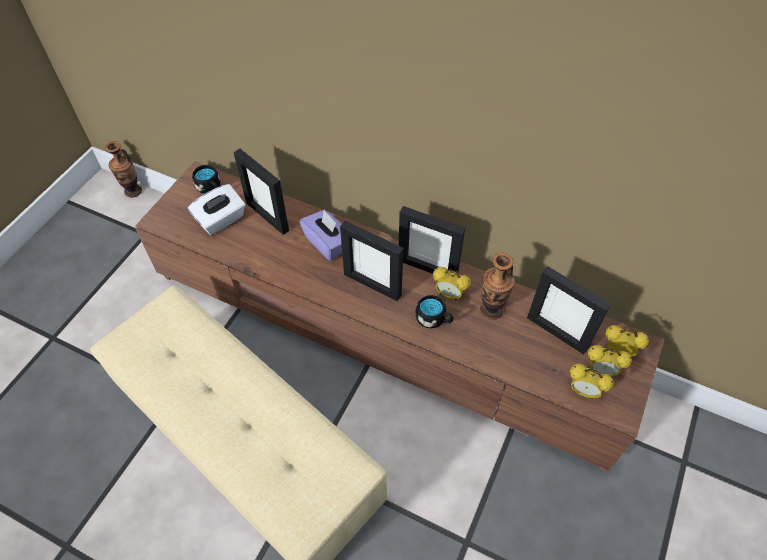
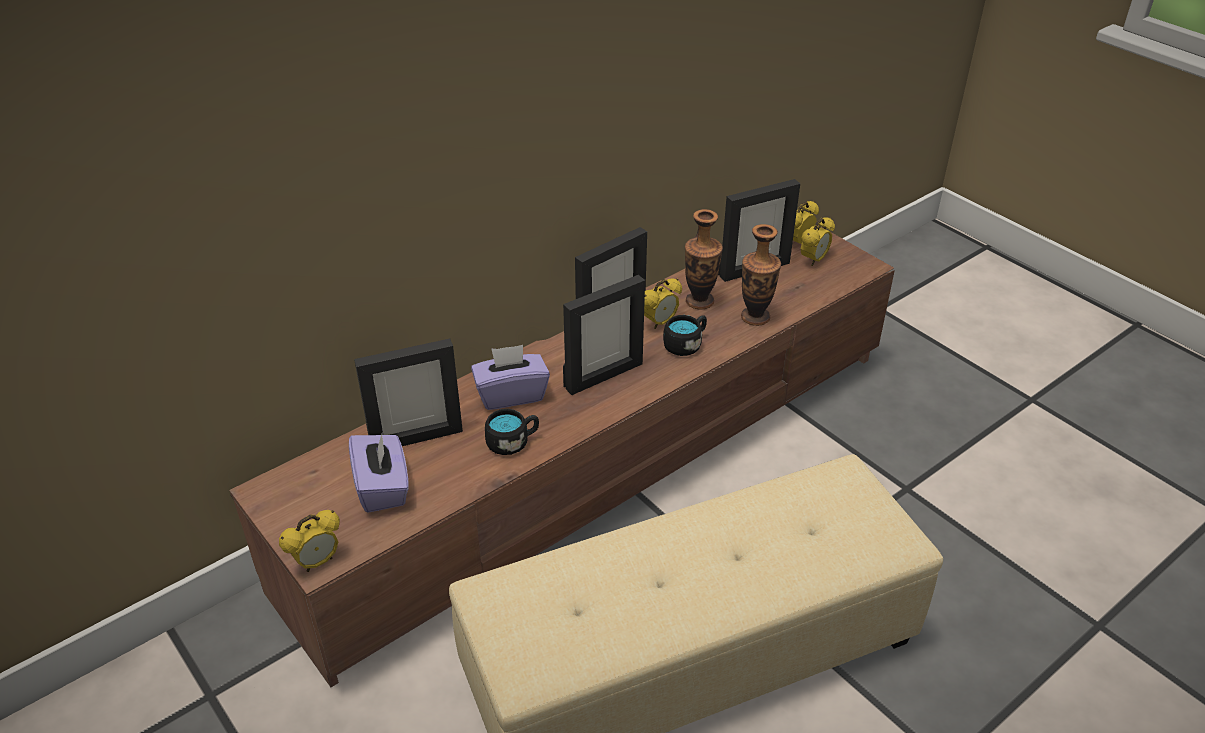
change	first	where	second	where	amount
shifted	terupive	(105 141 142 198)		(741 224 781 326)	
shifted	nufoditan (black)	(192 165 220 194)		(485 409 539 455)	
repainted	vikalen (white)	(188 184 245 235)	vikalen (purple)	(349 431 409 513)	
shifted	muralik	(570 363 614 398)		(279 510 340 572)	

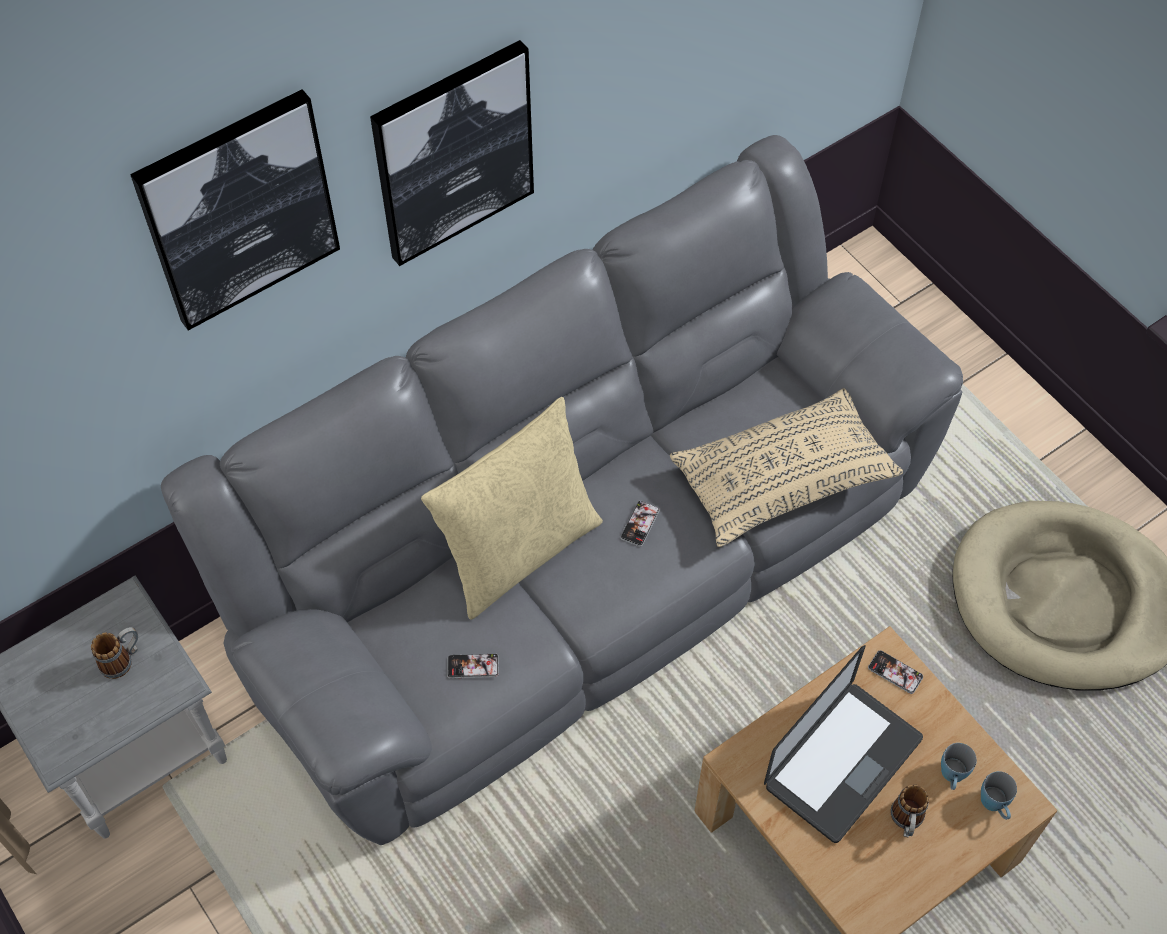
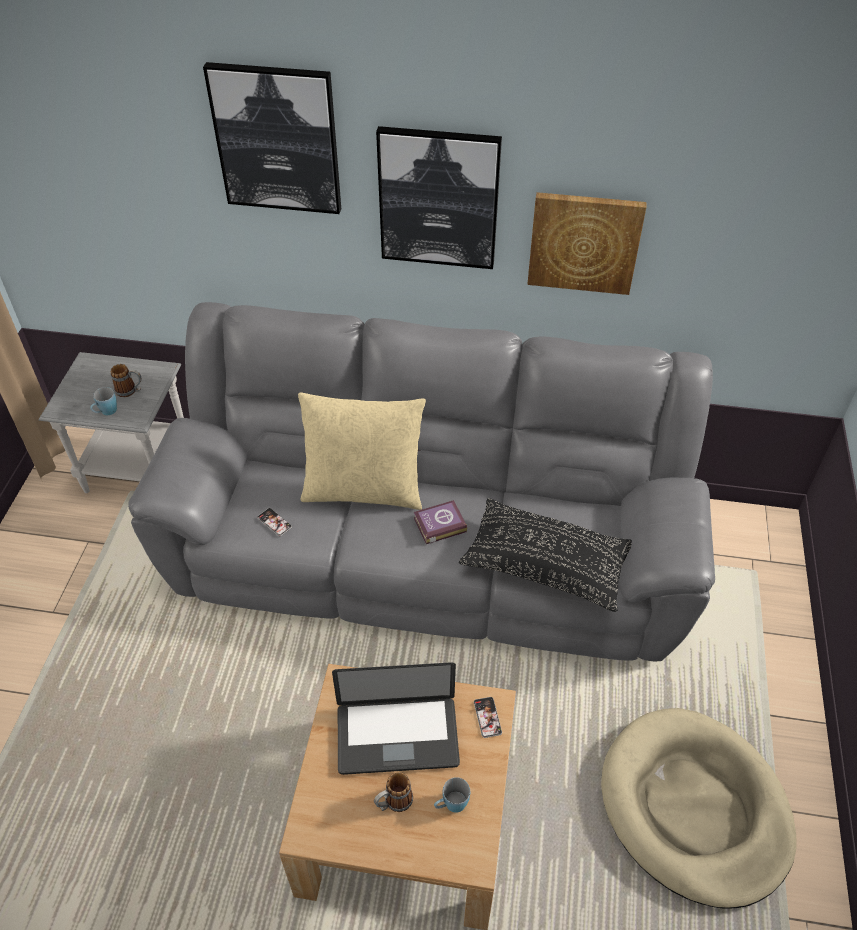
change	first	where	second	where	amount
repainted	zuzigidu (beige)	(670 388 903 547)	zuzigidu (black)	(459 498 632 612)	
swapped	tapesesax	(620 501 660 547)	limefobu	(414 500 467 544)	
shifted	nufoditan (blue)	(981 771 1017 820)		(90 387 117 415)	
new			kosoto	(527 192 647 295)	

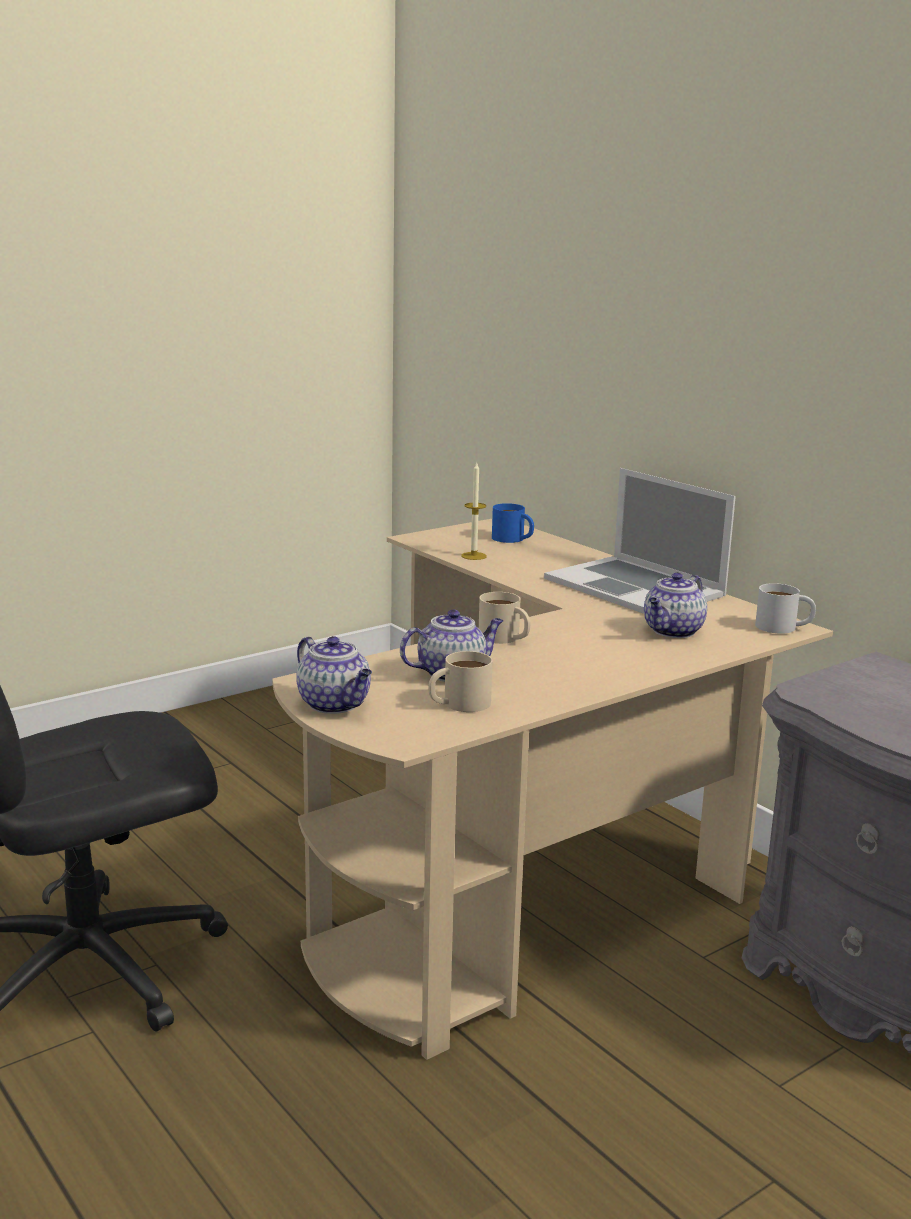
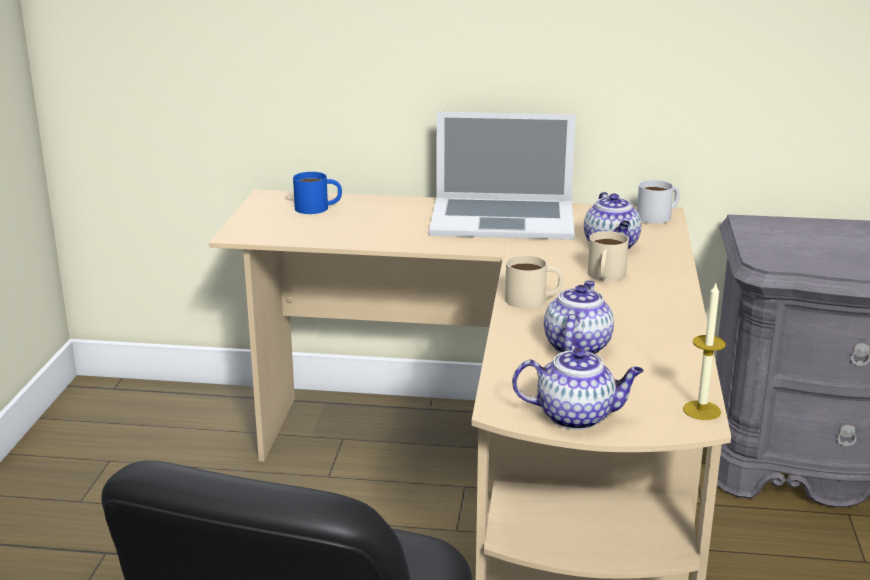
change	first	where	second	where	amount
shifted	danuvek	(461 463 487 560)		(683 284 726 420)	
shifted	nufoditan (beige)	(428 651 493 712)		(588 231 629 281)	

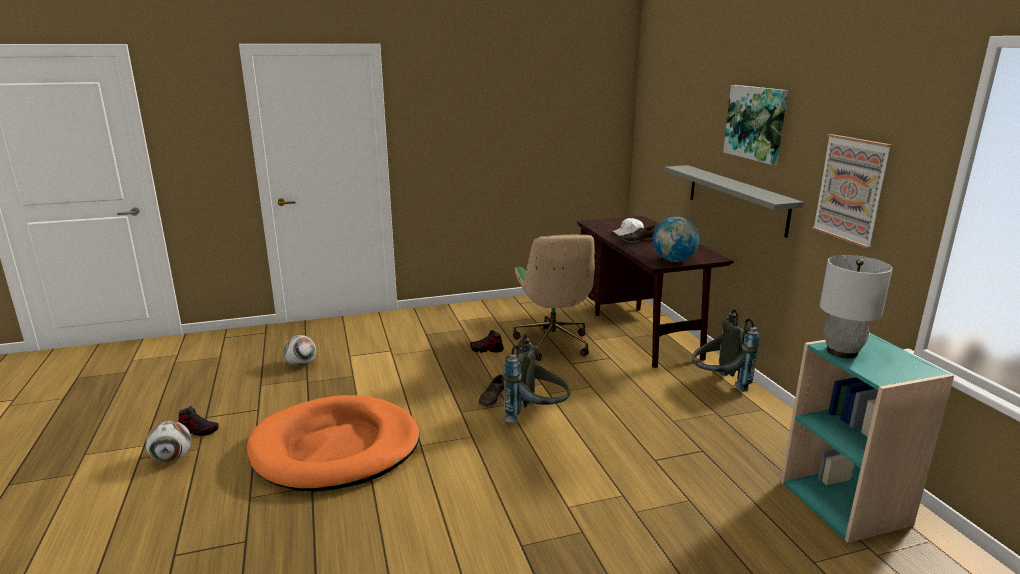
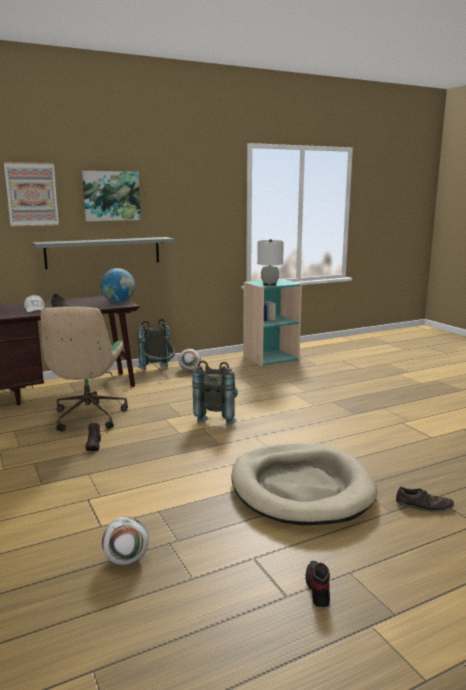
change	first	where	second	where	amount
shifted	kosoto	(812 134 892 249)		(4 162 59 227)	
rotated	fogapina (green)	(513 235 595 361)		(41 307 128 432)	105 degrees clockwise
shifted	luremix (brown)	(479 375 504 407)		(396 487 454 512)	
repainted	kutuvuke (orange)	(247 395 419 491)	kutuvuke (beige)	(231 443 378 525)	
shifted	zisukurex	(146 421 191 463)		(178 349 201 371)	

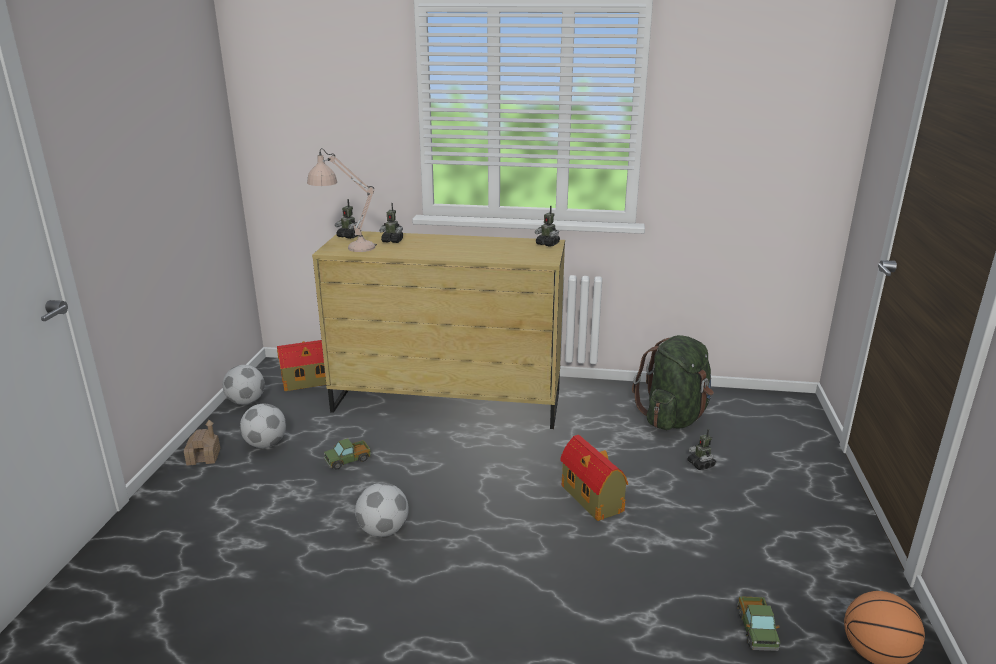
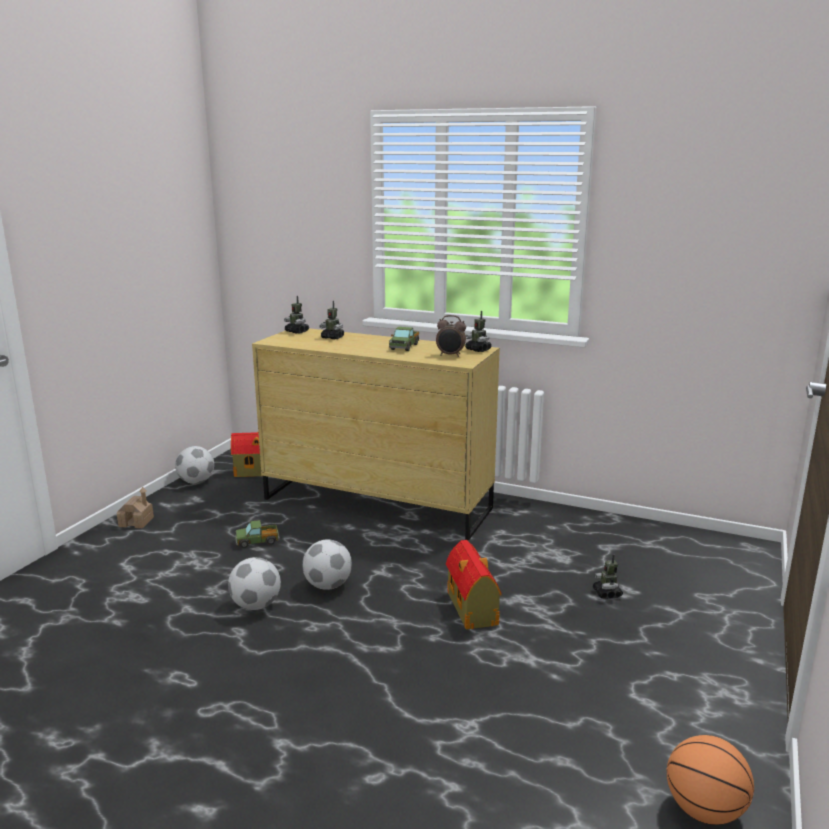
change	first	where	second	where	amount
gone	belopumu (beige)	(307 148 377 252)			
gone	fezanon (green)	(632 335 714 430)			
shifted	zisukurex	(240 404 286 448)		(302 539 352 590)	
shifted	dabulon	(737 596 780 651)		(389 327 419 351)	
new			muralik	(436 315 466 357)	

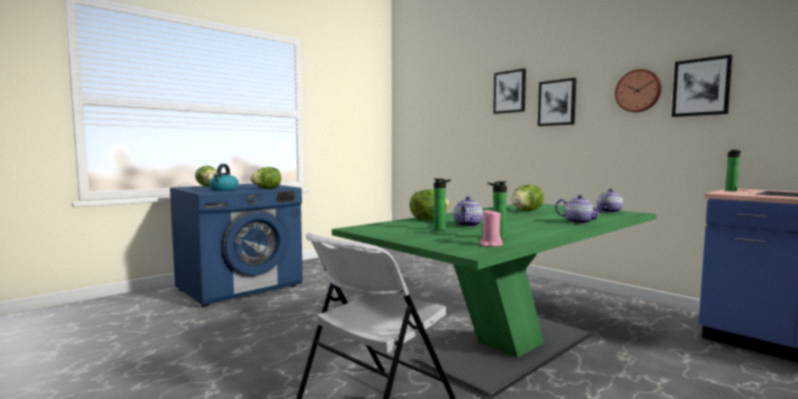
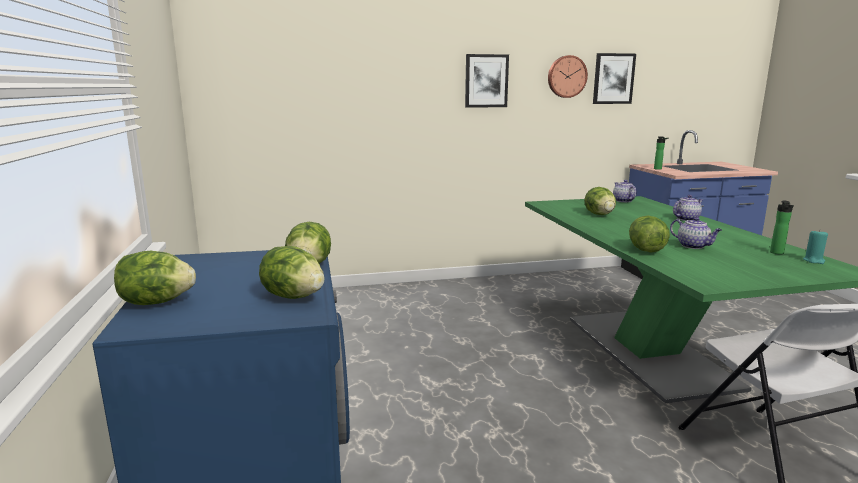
change	first	where	second	where	amount
gone	kosoto	(493 68 526 114)			
swapped	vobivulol	(209 164 239 191)	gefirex	(259 246 324 299)	
gone	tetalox	(433 178 451 230)			
repainted	danuvek (pink)	(479 208 503 247)	danuvek (turquoise)	(803 230 828 264)	

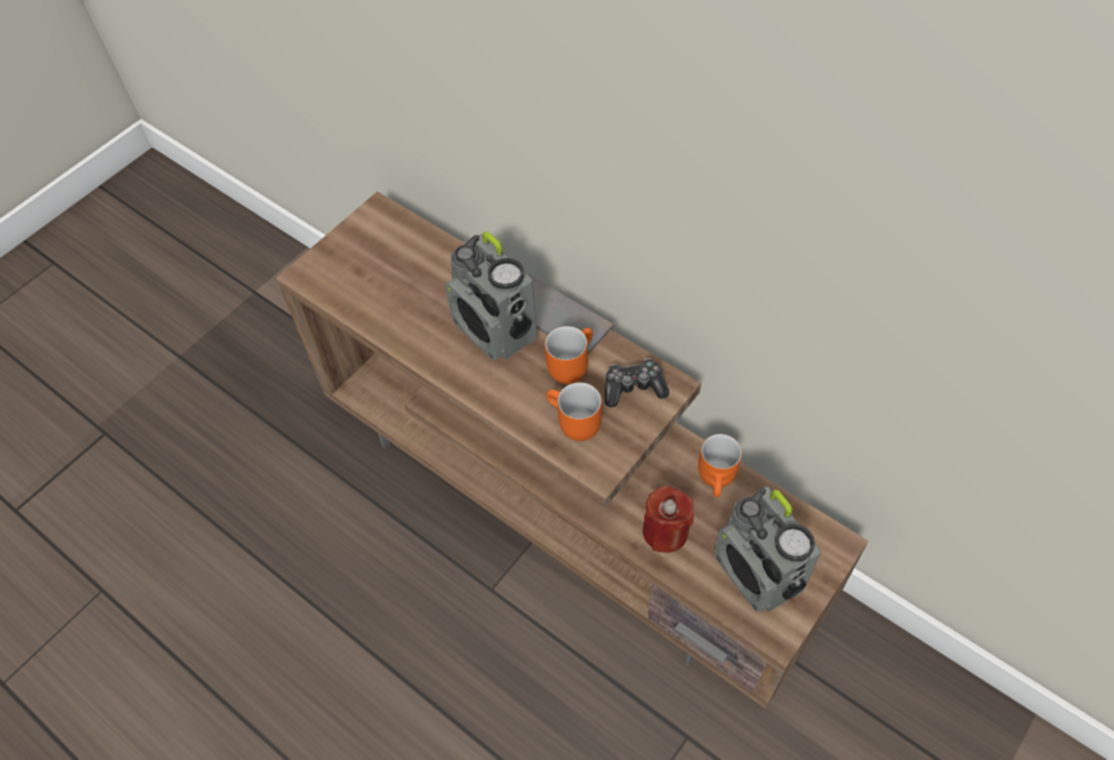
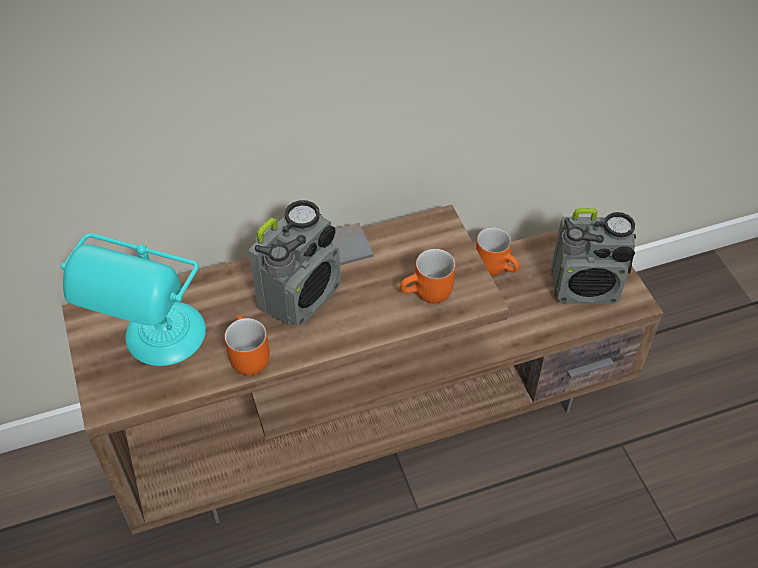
change	first	where	second	where	amount
rotated	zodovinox	(445 232 537 360)		(249 200 341 326)	45 degrees counterclockwise
shifted	nufoditan (orange)	(545 326 593 384)		(224 316 270 375)	
gone	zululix	(605 358 669 407)			
gone	danuvek (red)	(643 486 694 553)			
new			belopumu (turquoise)	(61 233 206 366)	

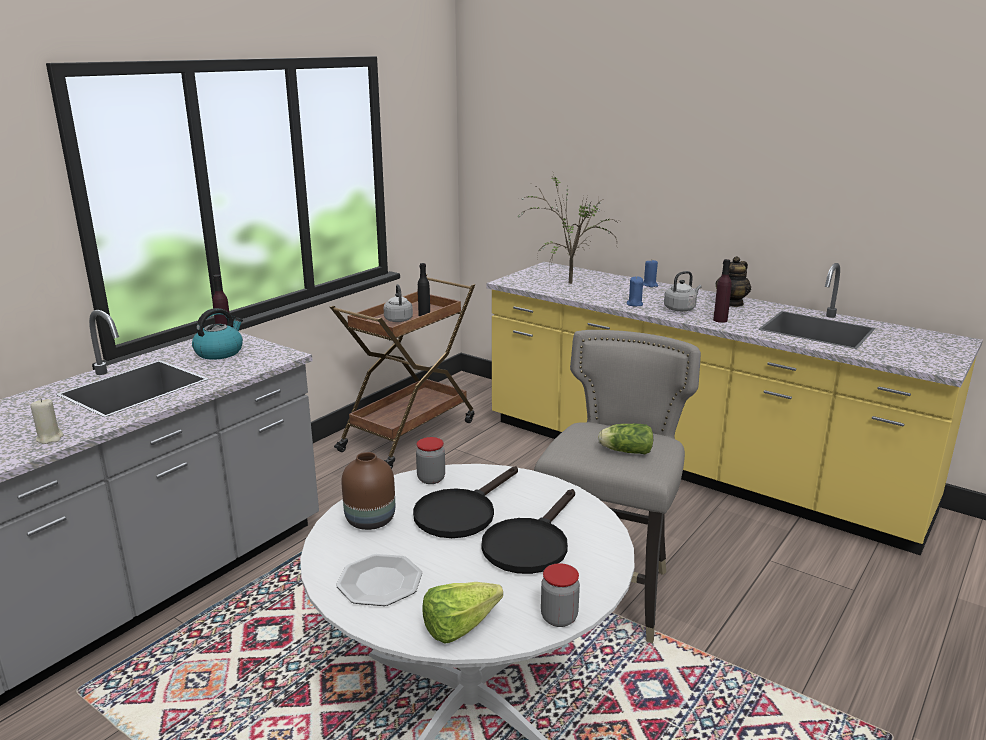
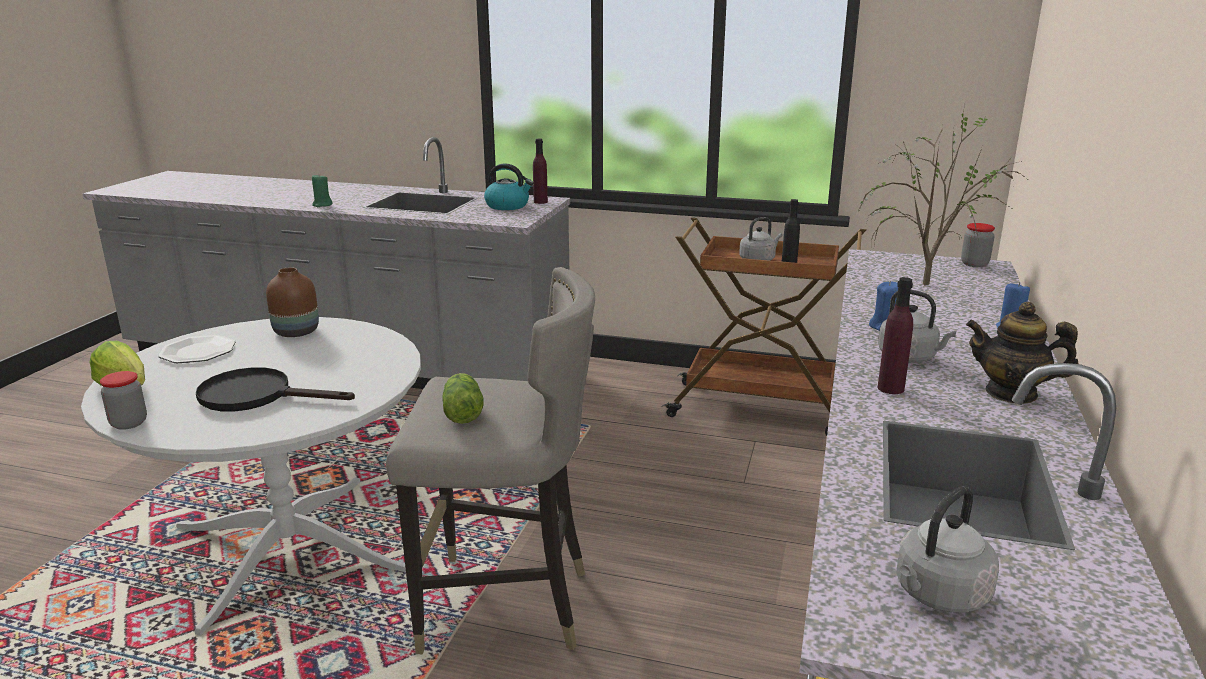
change	first	where	second	where	amount
repainted	danuvek (beige)	(31 398 64 444)	danuvek (green)	(312 175 333 207)	
shifted	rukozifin	(416 437 445 484)		(961 223 995 267)	
gone	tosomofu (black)	(413 466 518 538)			
new			vobivulol (grey)	(896 486 999 613)	

